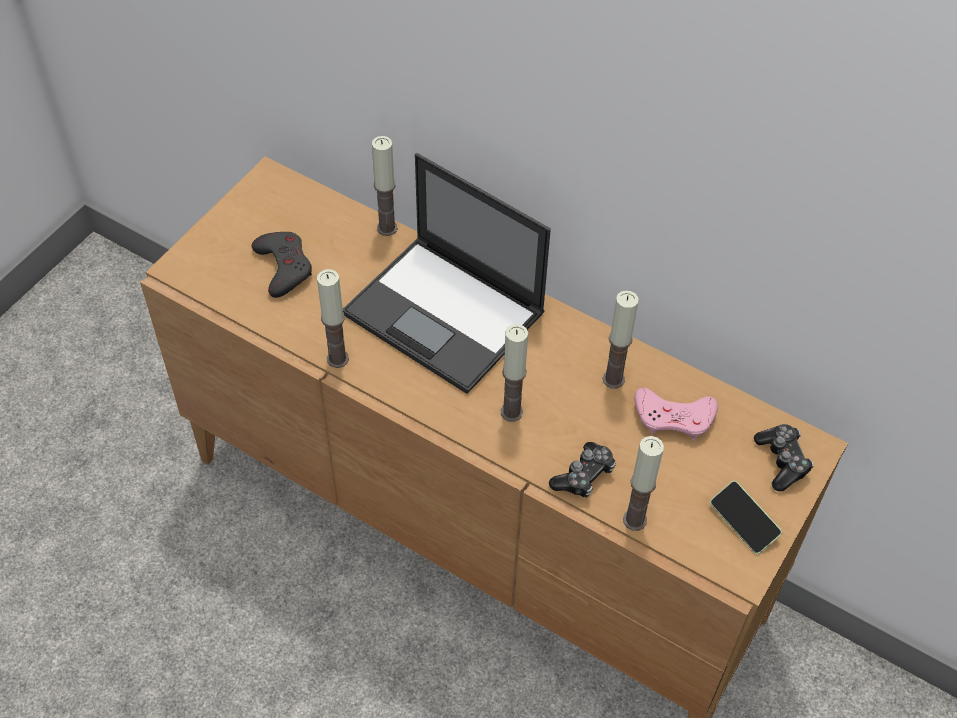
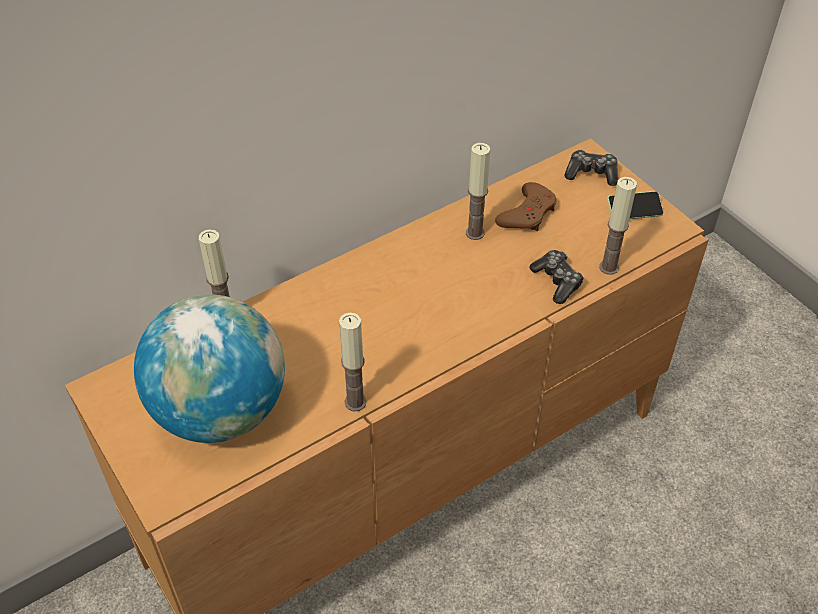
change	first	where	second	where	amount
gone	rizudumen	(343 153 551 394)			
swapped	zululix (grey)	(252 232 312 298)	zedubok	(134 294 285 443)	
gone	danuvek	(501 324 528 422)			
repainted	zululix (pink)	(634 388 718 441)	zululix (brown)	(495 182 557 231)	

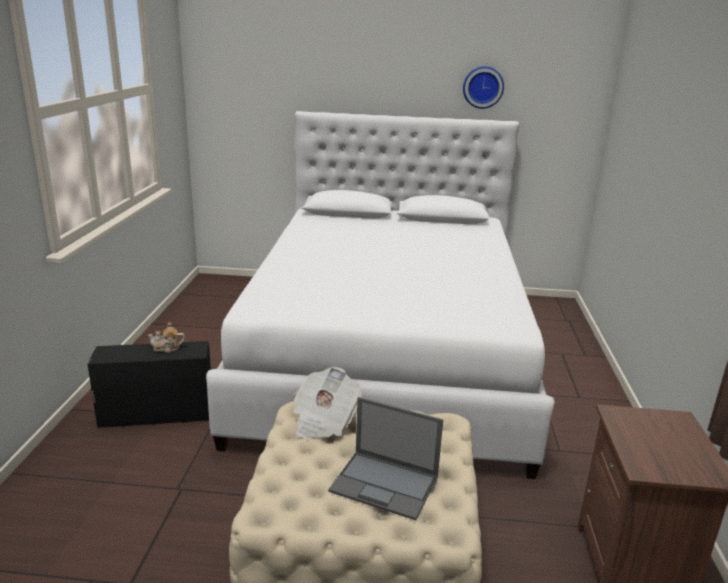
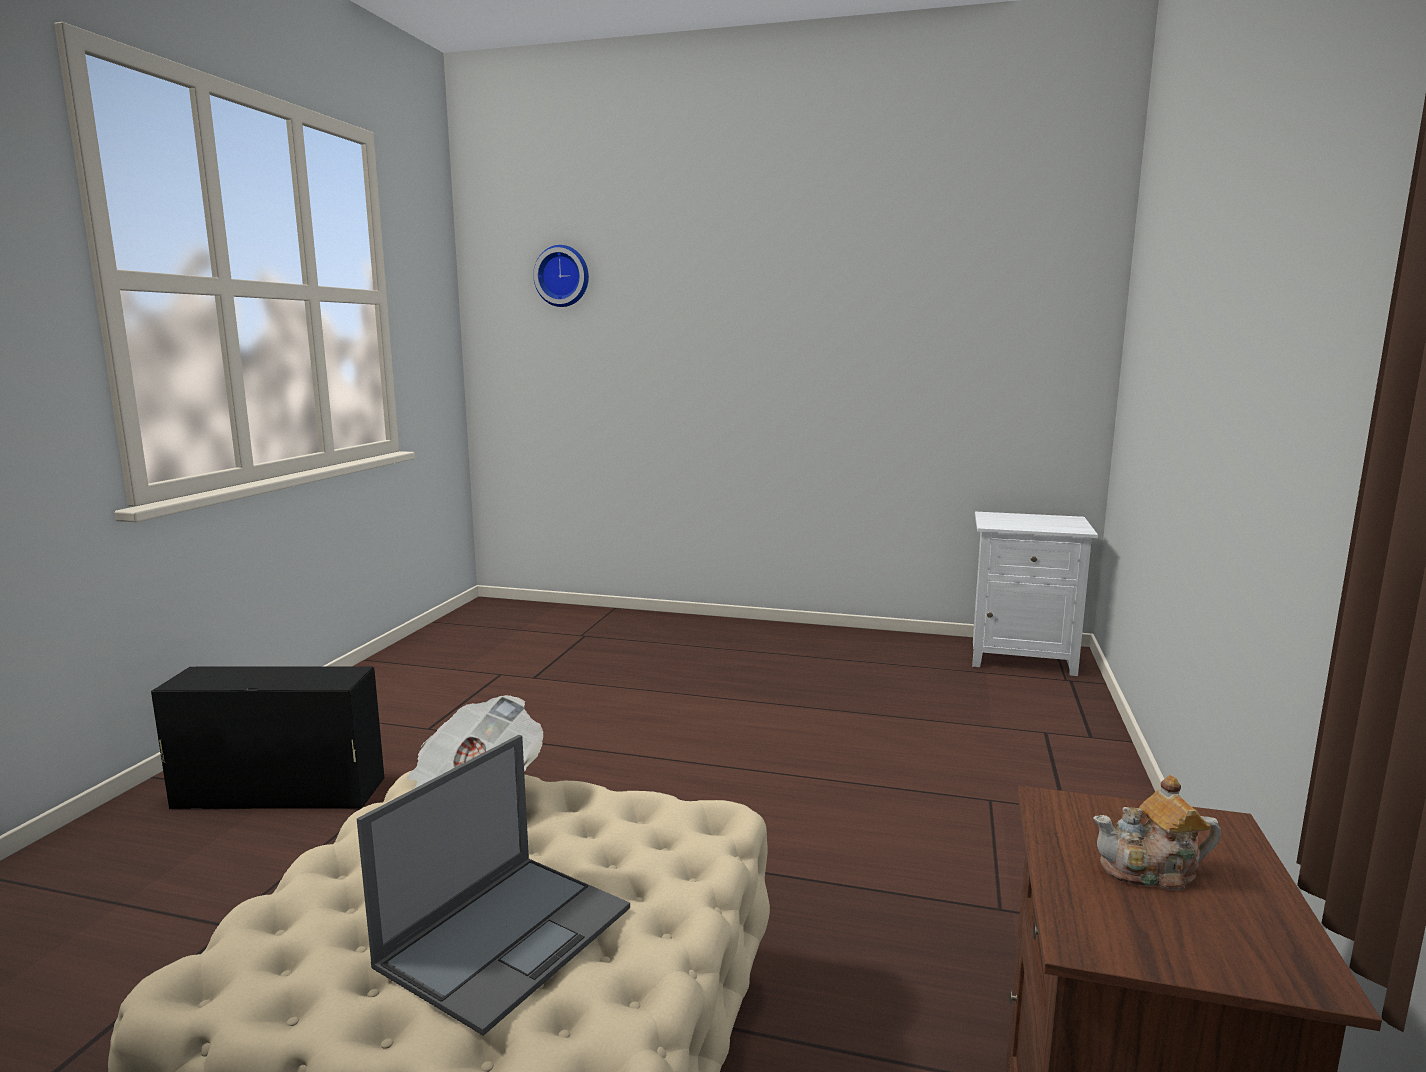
change	first	where	second	where	amount
shifted	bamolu	(463 66 504 109)		(533 245 589 307)	
gone	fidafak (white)	(206 111 555 479)			
shifted	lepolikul	(148 322 185 353)		(1093 775 1221 890)	
rotated	rizudumen	(328 397 443 520)		(357 735 630 1036)	90 degrees counterclockwise
new			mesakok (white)	(972 512 1098 676)	

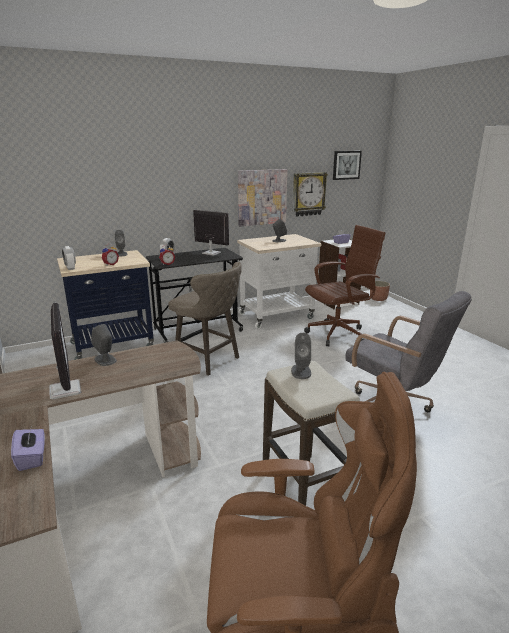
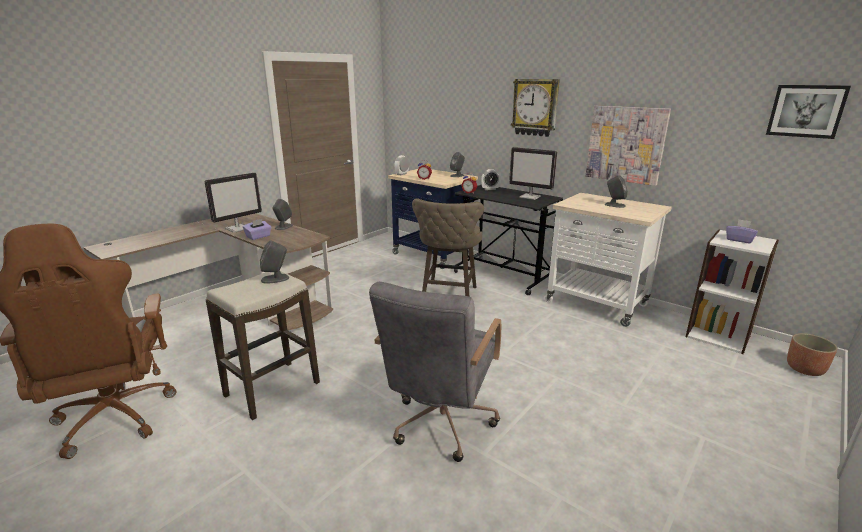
change	first	where	second	where	amount
shifted	bamolu	(293 172 328 217)		(511 79 560 137)	
rotated	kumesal	(193 210 229 256)		(509 147 557 200)	120 degrees clockwise
gone	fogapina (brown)	(304 225 385 346)			
shifted	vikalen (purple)	(11 425 45 471)		(243 219 272 240)	

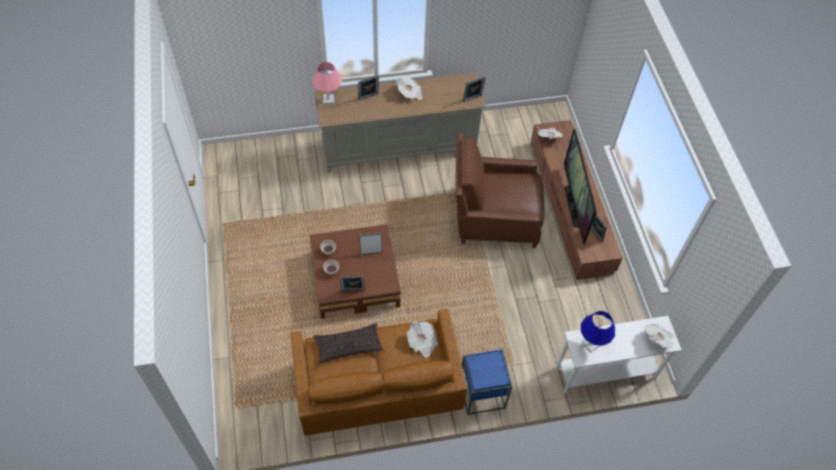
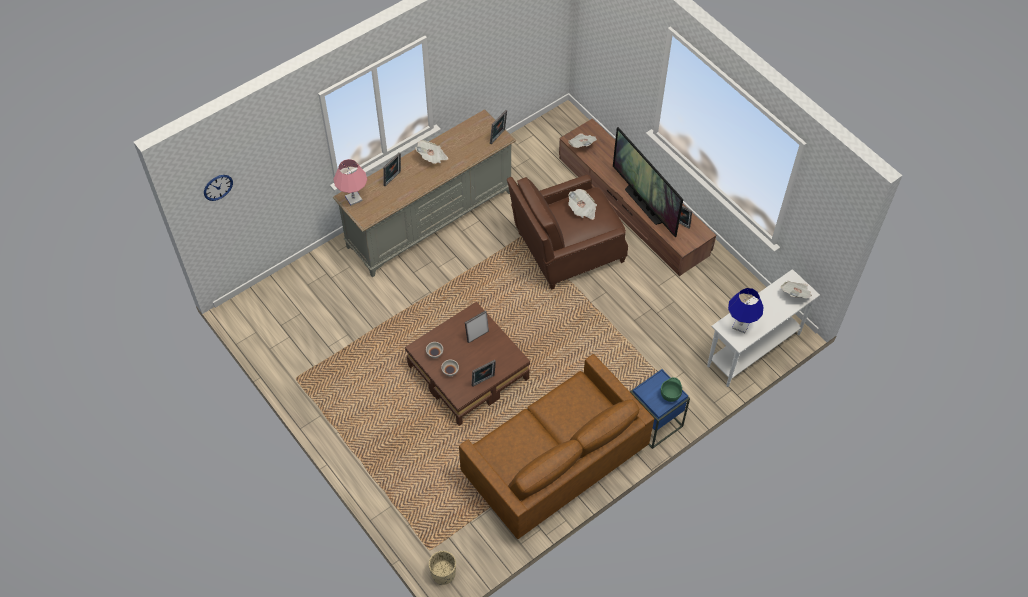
change	first	where	second	where	amount
shifted	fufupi	(407 321 438 358)		(568 189 597 220)	
gone	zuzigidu	(313 323 383 364)			
new			bamolu	(204 175 233 201)	
new			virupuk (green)	(661 377 682 402)	
new			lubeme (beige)	(429 551 456 585)	

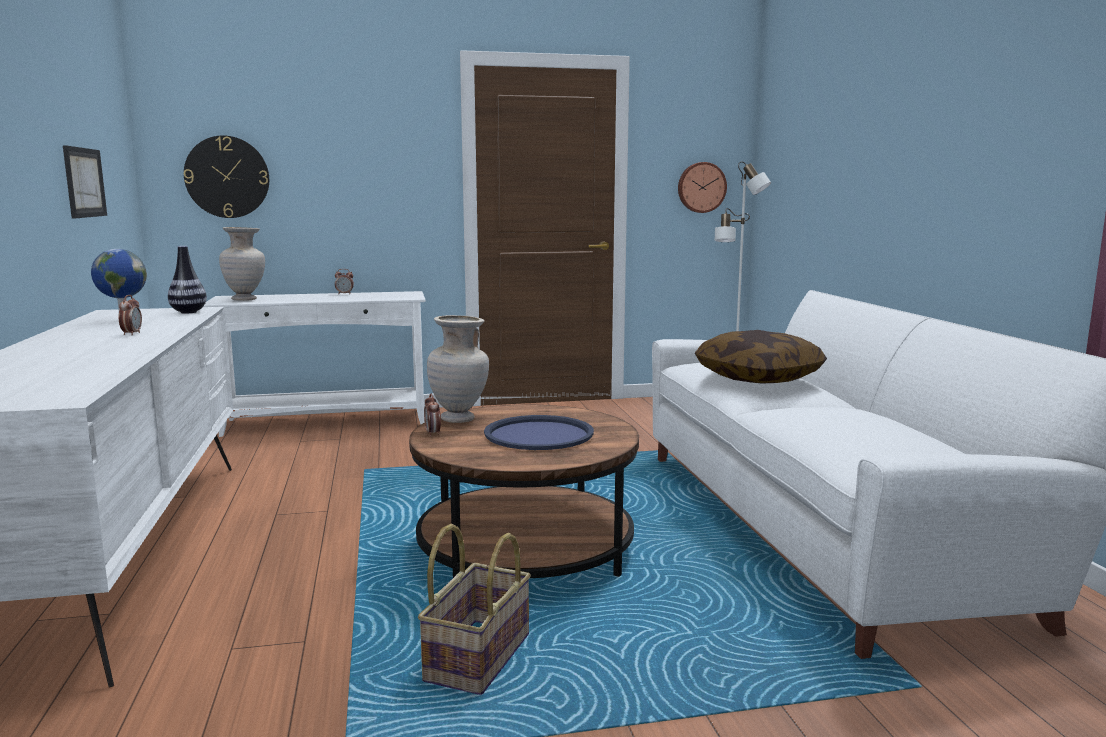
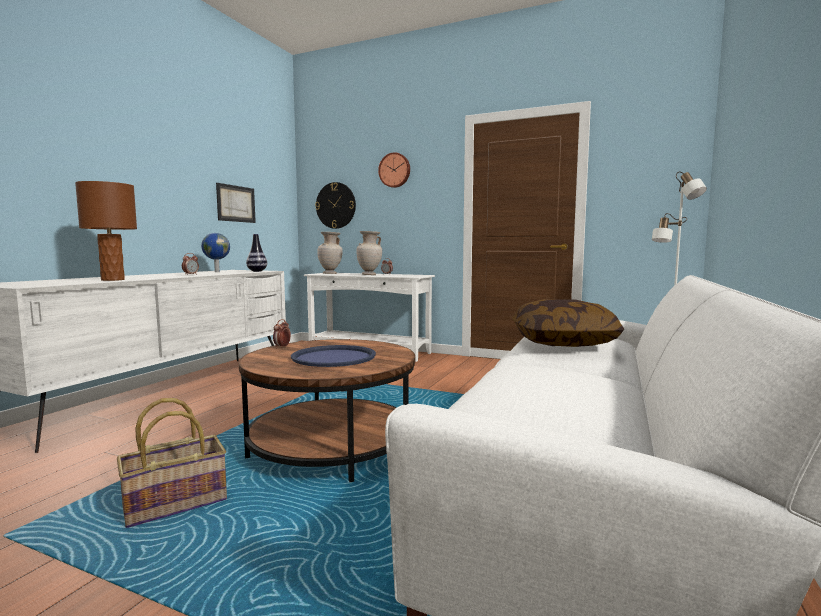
change	first	where	second	where	amount
shifted	bamolu	(678 162 727 213)		(378 152 410 188)	
shifted	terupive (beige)	(427 315 489 423)		(356 231 382 275)	
new			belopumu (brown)	(75 181 137 281)	

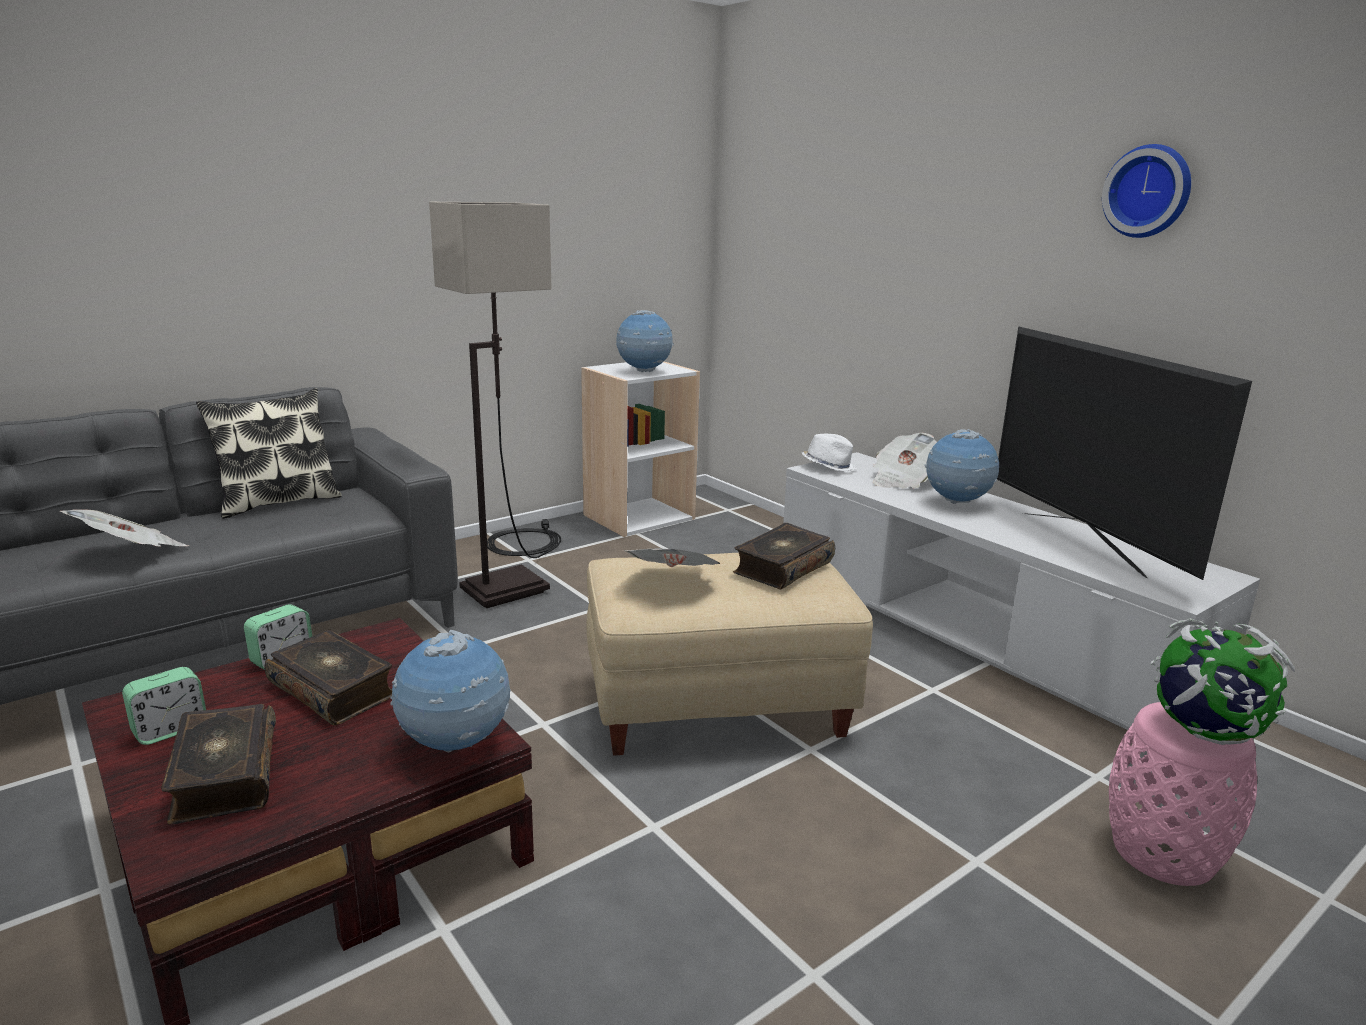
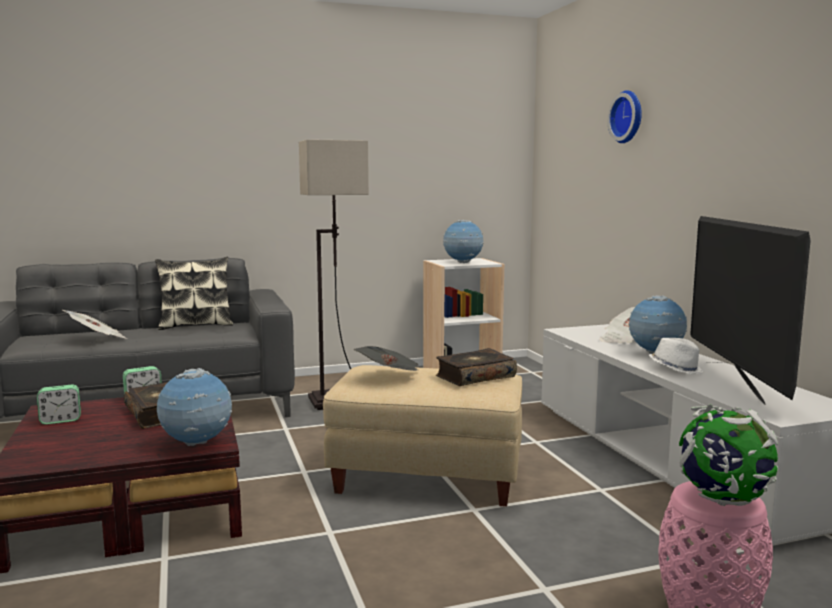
change	first	where	second	where	amount
shifted	bamolu	(1102 144 1191 238)		(607 90 642 143)	
shifted	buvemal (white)	(802 434 857 472)		(649 338 704 374)	
gone	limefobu	(161 704 276 824)			

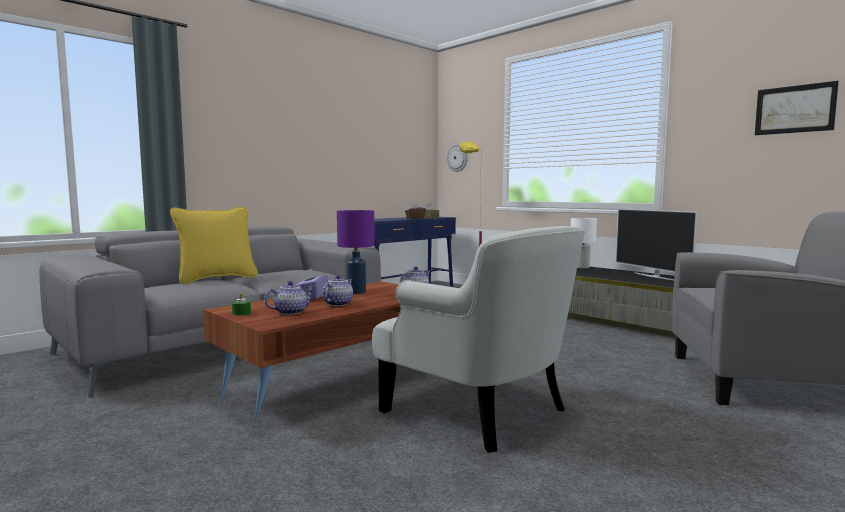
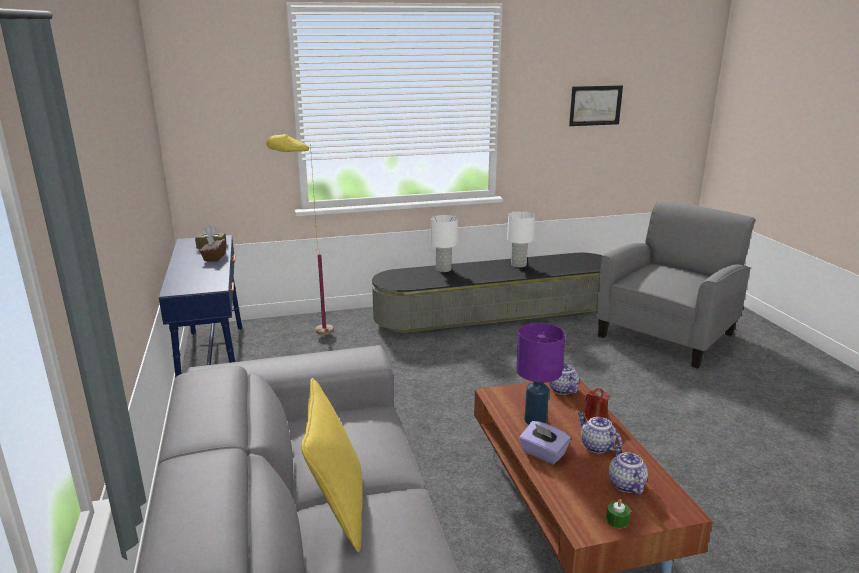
change	first	where	second	where	amount
gone	bamolu	(447 144 468 172)			
swapped	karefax	(616 209 698 280)	belopumu (white)	(507 211 535 268)	
gone	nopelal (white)	(372 226 585 453)			
new			danuvek (red)	(585 388 610 420)	

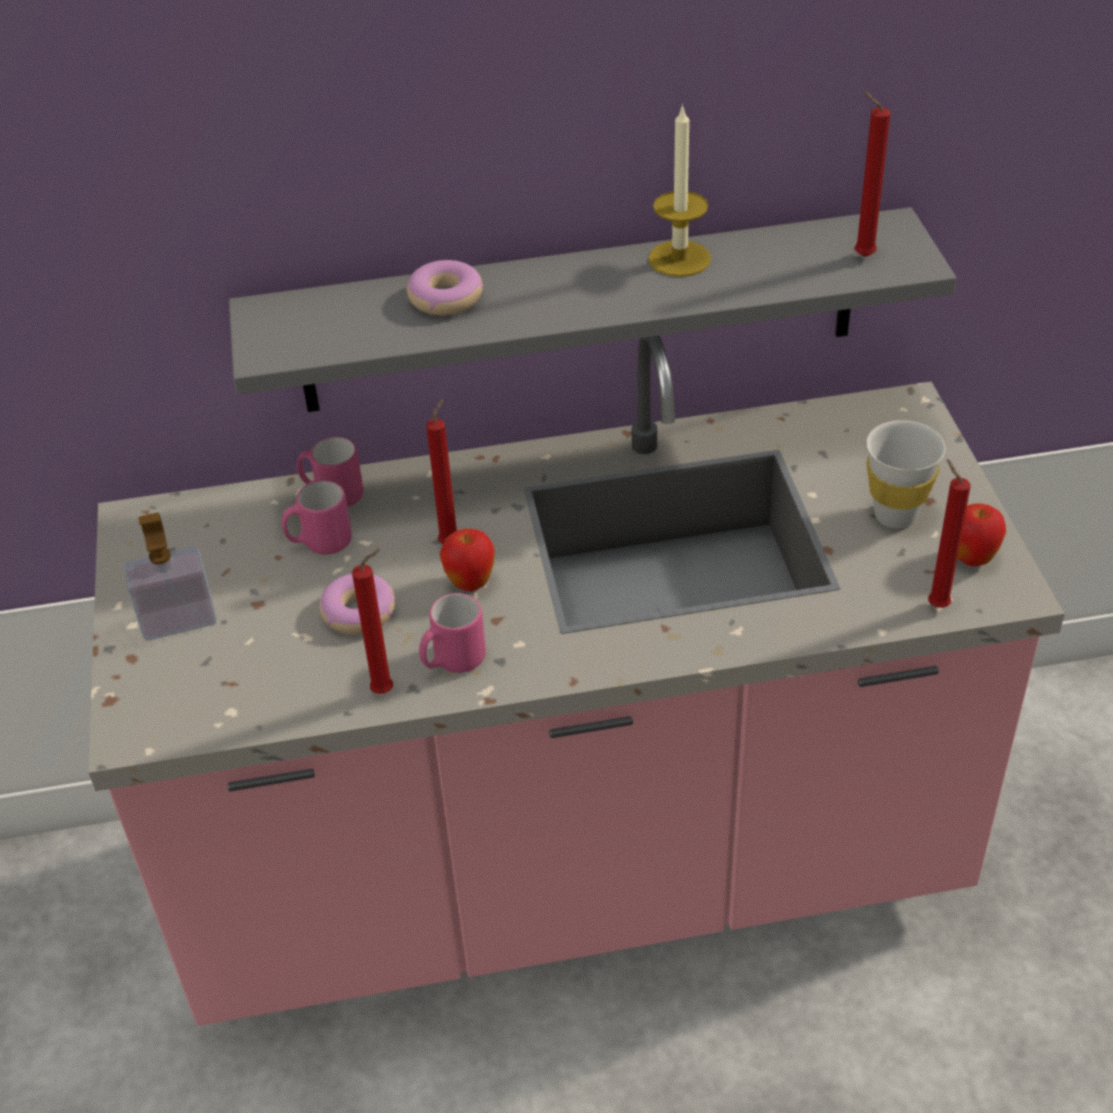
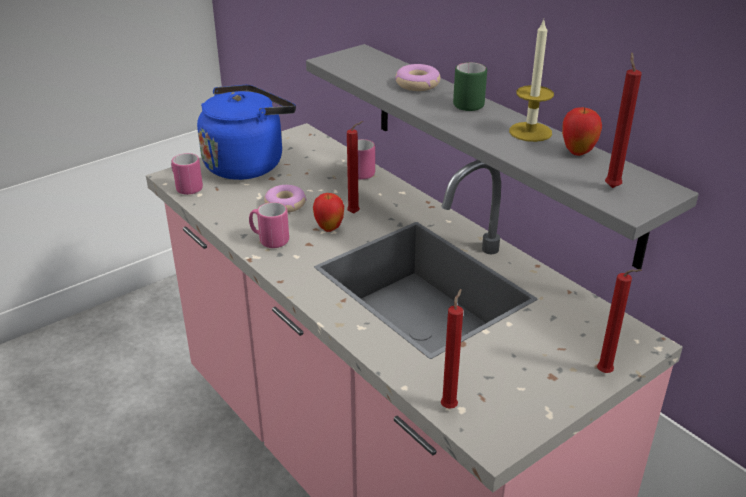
change	first	where	second	where	amount
gone	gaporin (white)	(866 420 945 528)			
shifted	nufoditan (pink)	(282 480 352 555)		(171 153 203 195)	
shifted	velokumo	(957 503 1006 566)		(562 107 602 156)	
swapped	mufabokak	(124 512 217 641)	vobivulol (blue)	(197 85 296 180)	
shifted	danuvek (red)	(352 549 393 694)		(597 269 642 373)	
new			nufoditan (green)	(453 62 487 111)	

